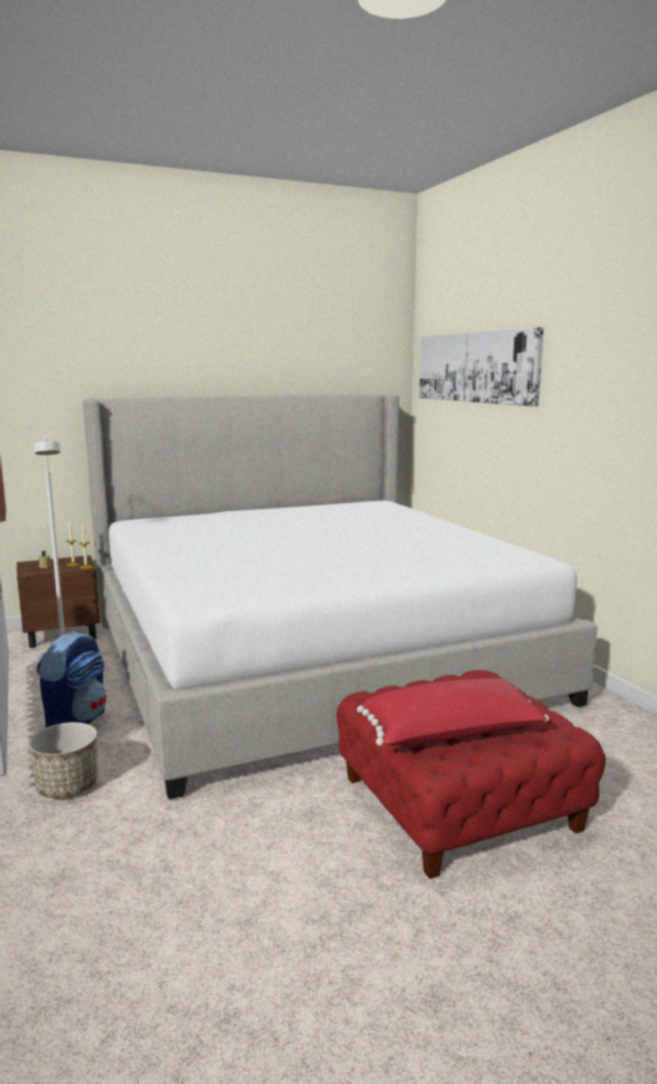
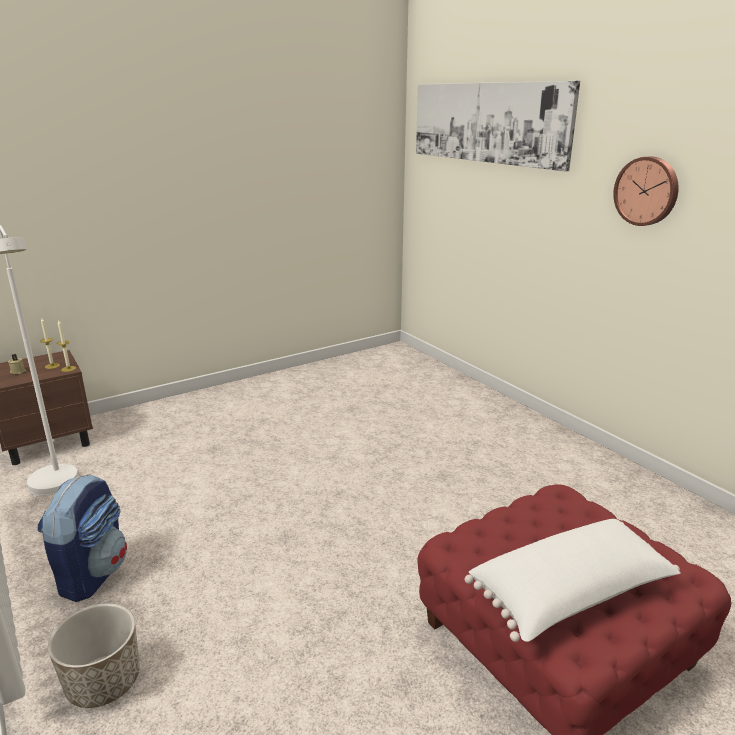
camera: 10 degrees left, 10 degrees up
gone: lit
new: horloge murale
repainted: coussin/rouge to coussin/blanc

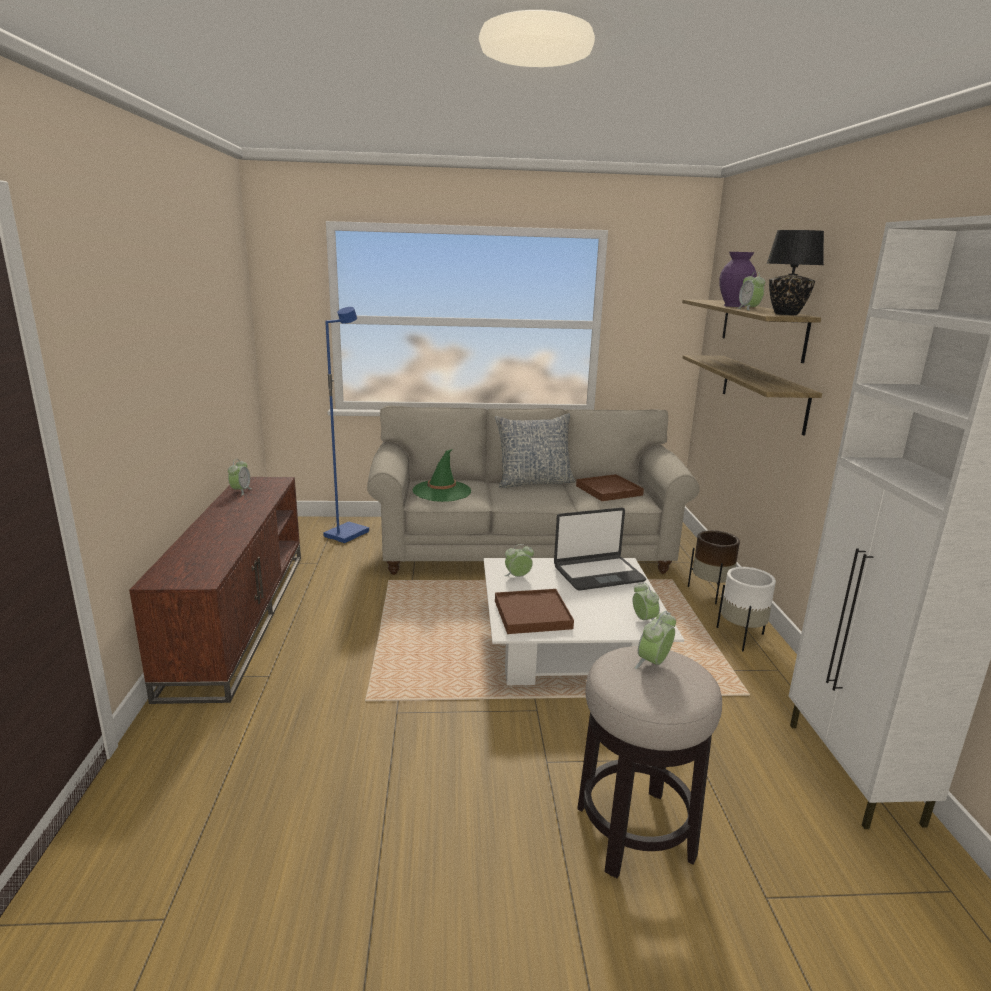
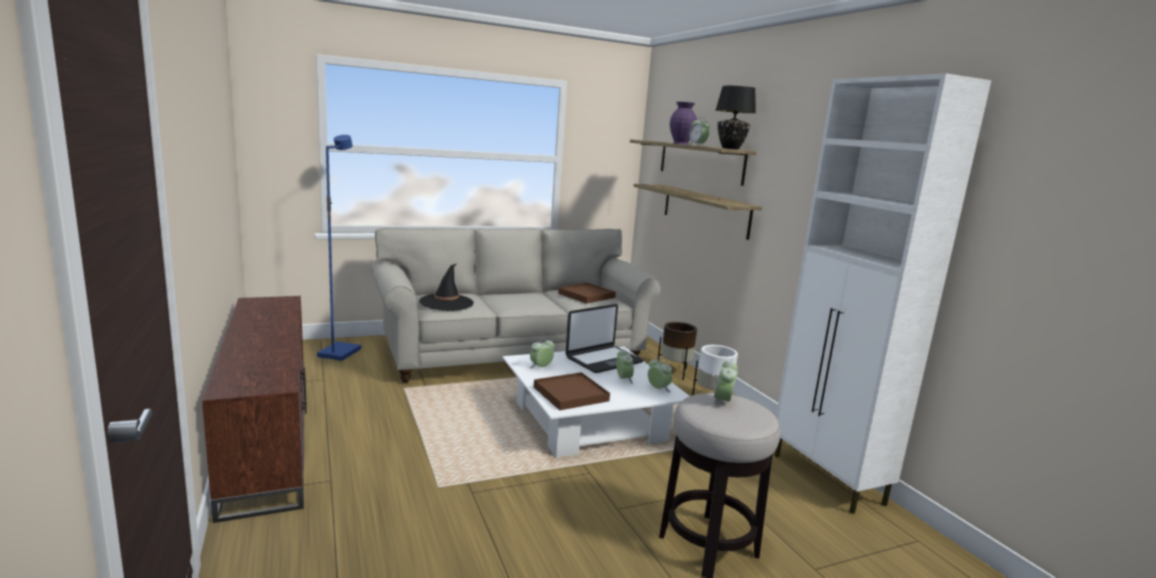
camera: 20 degrees left, 5 degrees down
gone: coussin
shifted: réveil (no. 1 from left in the first image) to réveil (no. 2 from left)
repainted: chapeau/vert to chapeau/noir

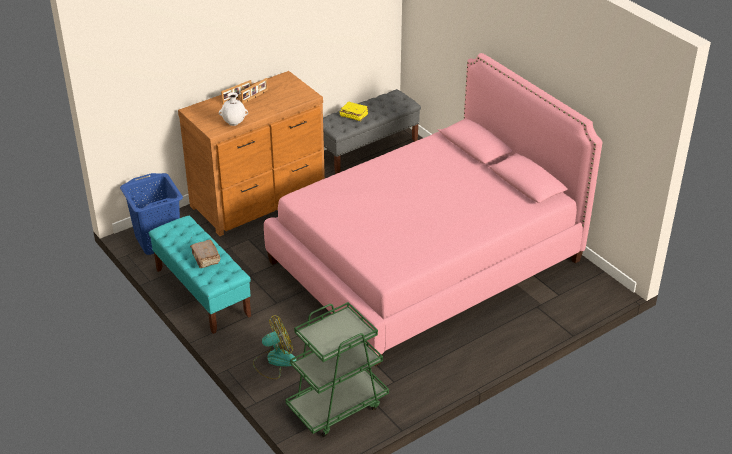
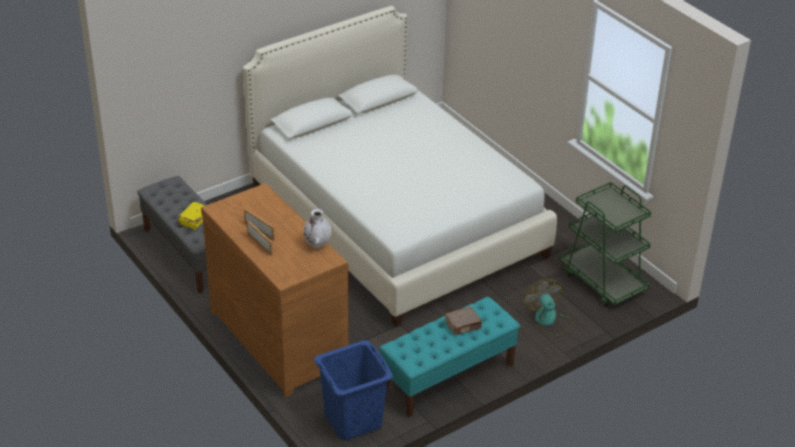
camera: 90 degrees left, 0 degrees up
repainted: lit/rose to lit/blanc

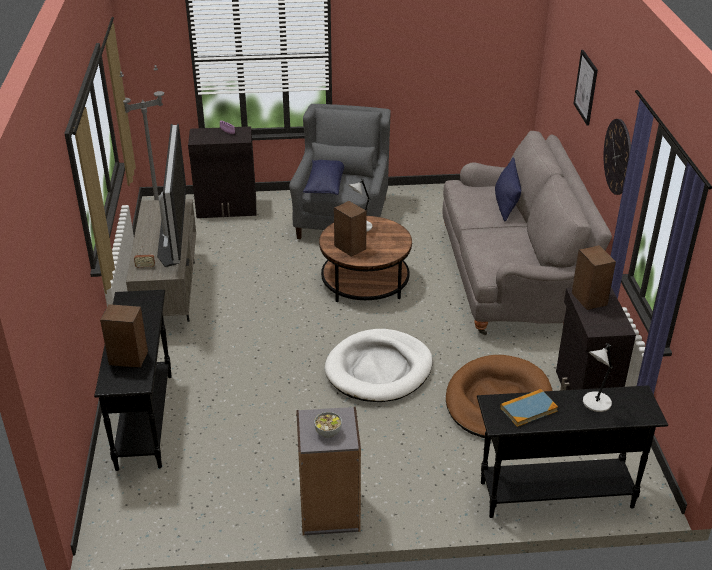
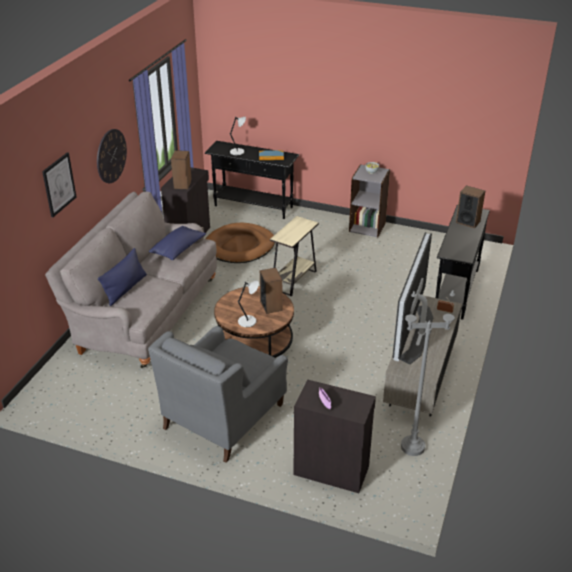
camera: 155 degrees left, 0 degrees up
shifted: coussin/bleu (no. 1 from left in the first image) to coussin/bleu (no. 2 from left)
swapped: panier pour chien/blanc to table d'appoint/beige

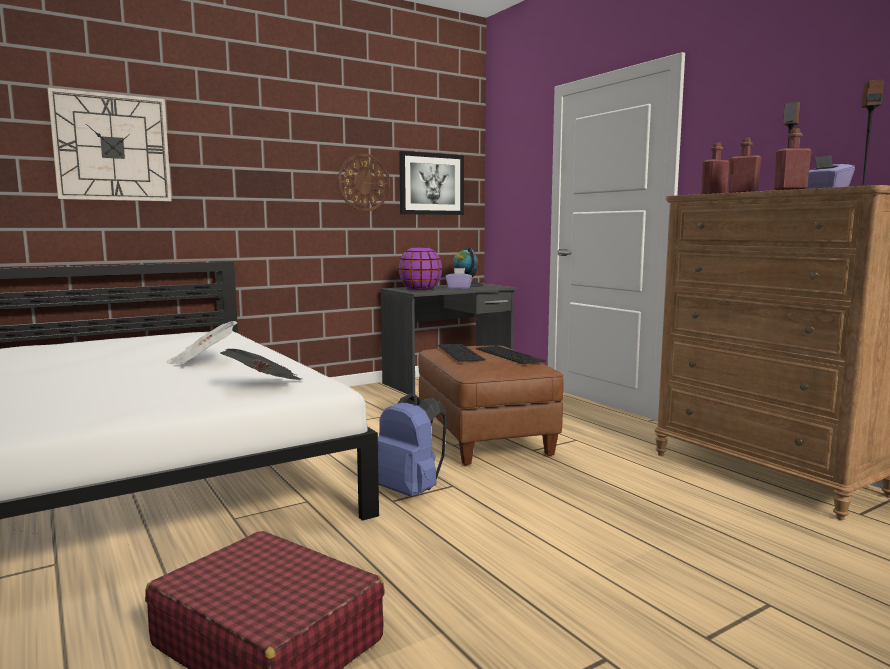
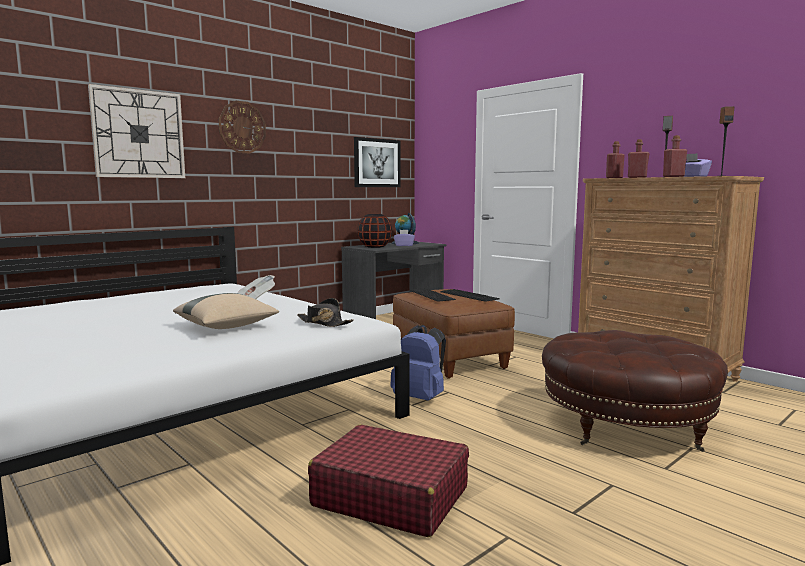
camera: 10 degrees left, 0 degrees up
new: coussin/beige; pouf/marron (no. 2 from left)
shifted: horloge murale (no. 2 from left)
swapped: journal (no. 2 from left) to chapeau/noir
repainted: vase/violet to vase/noir

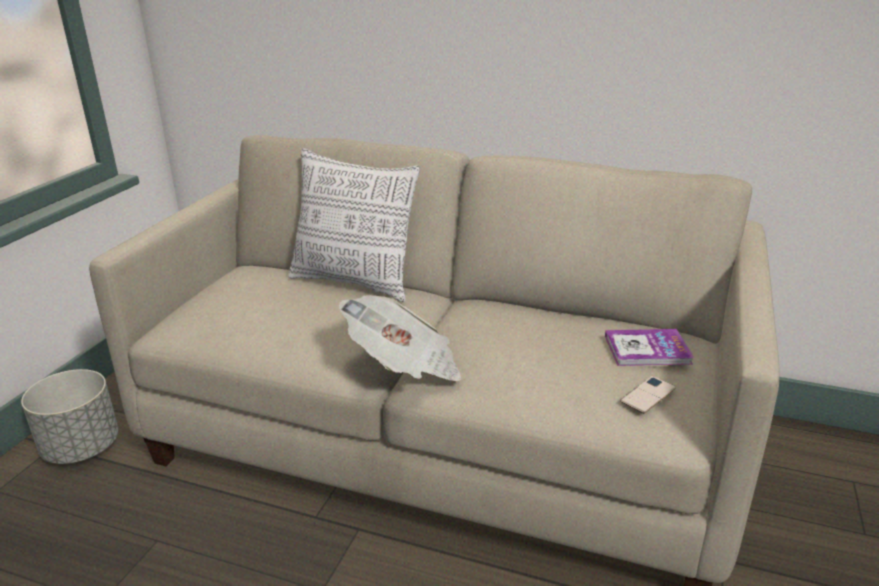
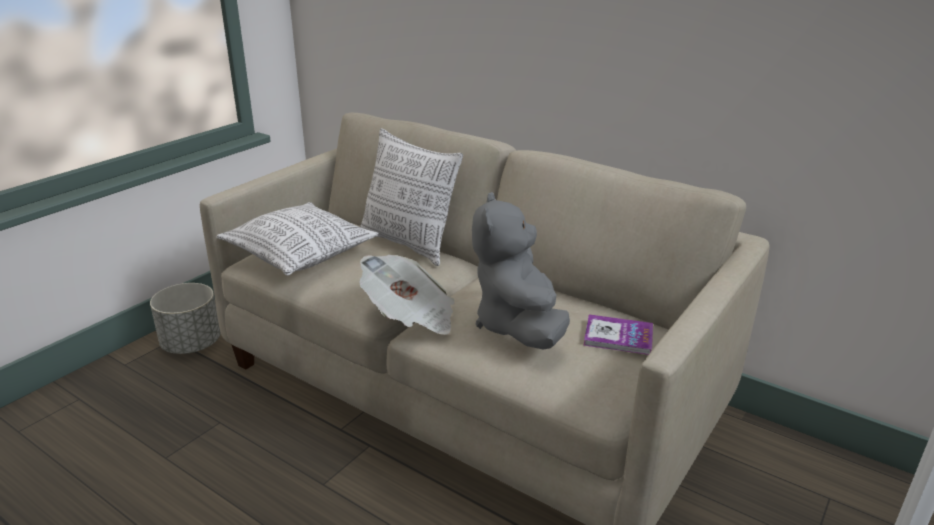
camera: 15 degrees right, 0 degrees up
gone: téléphone
new: coussin (no. 1 from left); peluche/gris

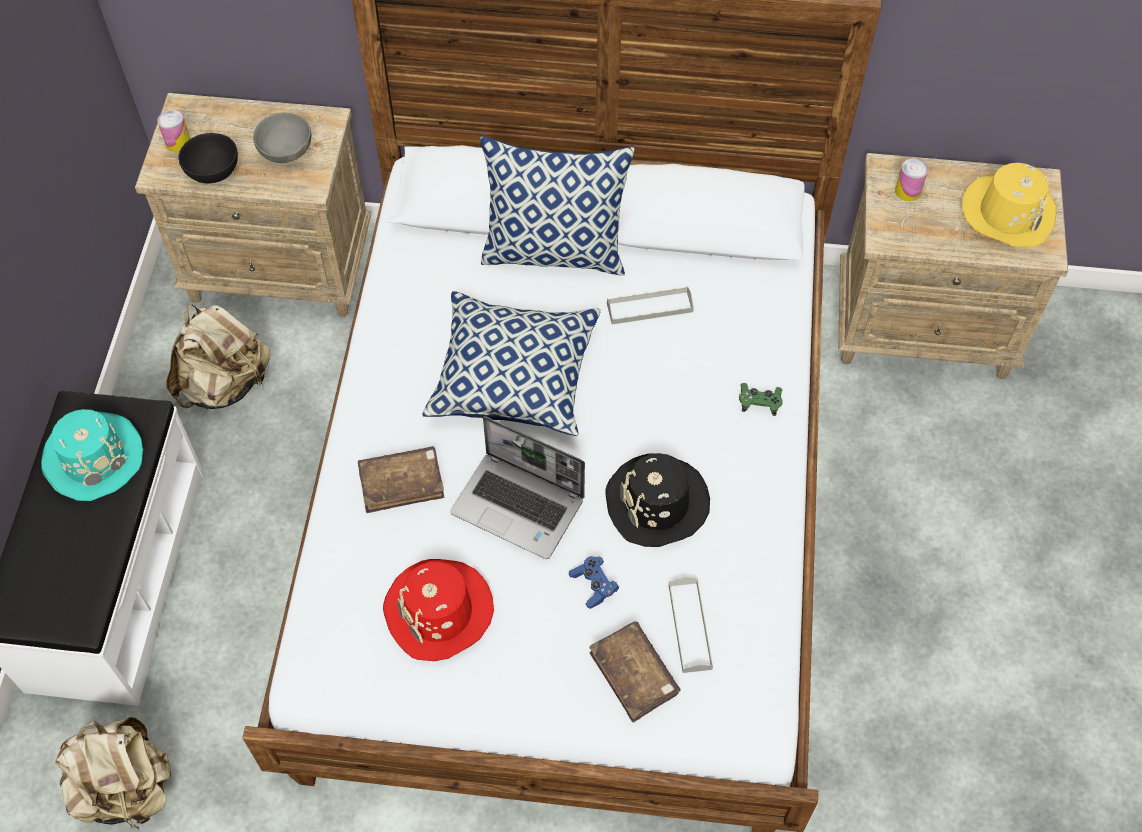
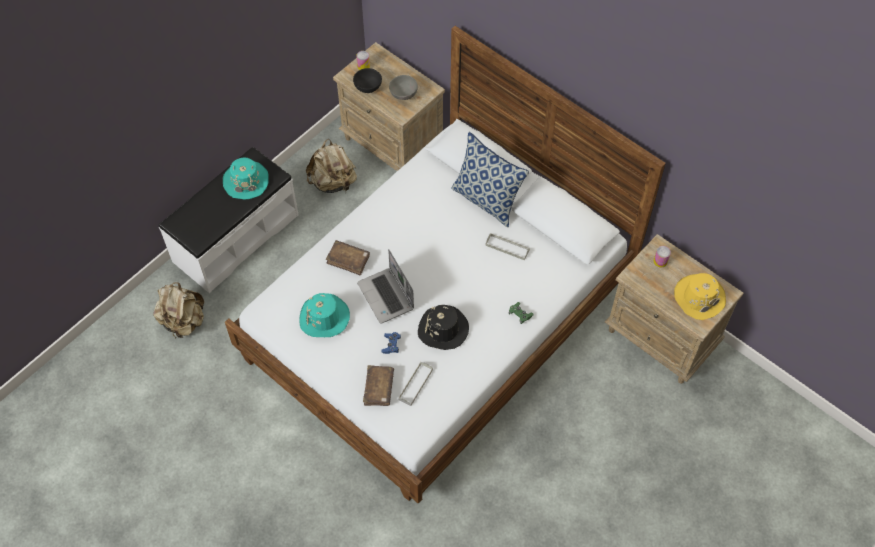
camera: 35 degrees right, 0 degrees up
gone: coussin (no. 1 from left)
repainted: chapeau/rouge to chapeau/turquoise (no. 2 from left)

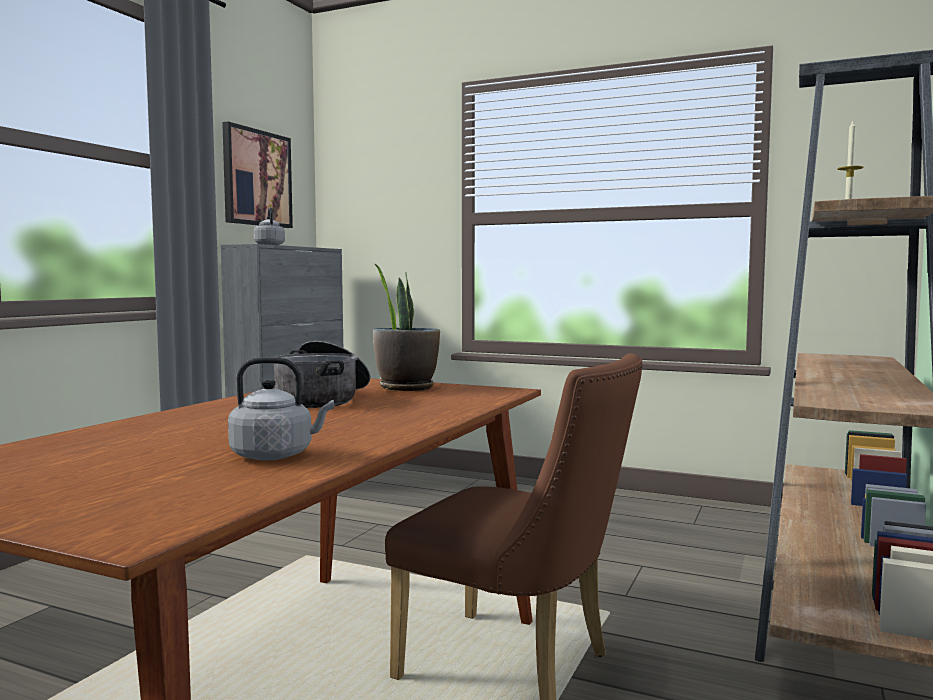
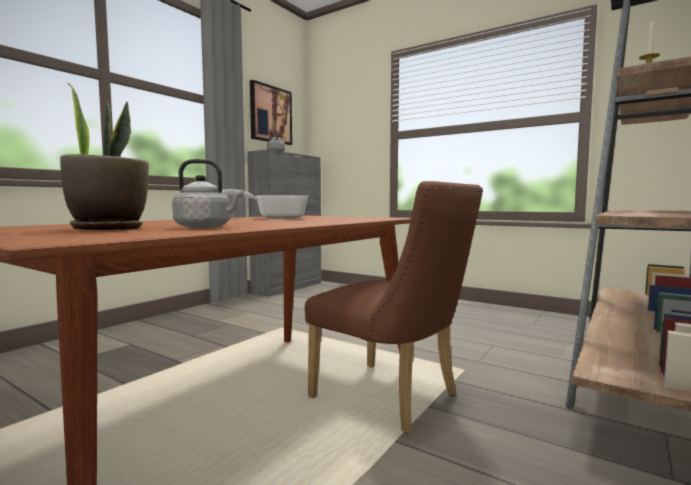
camera: 10 degrees right, 0 degrees up
shifted: plante en pot
swapped: marmite to poêle

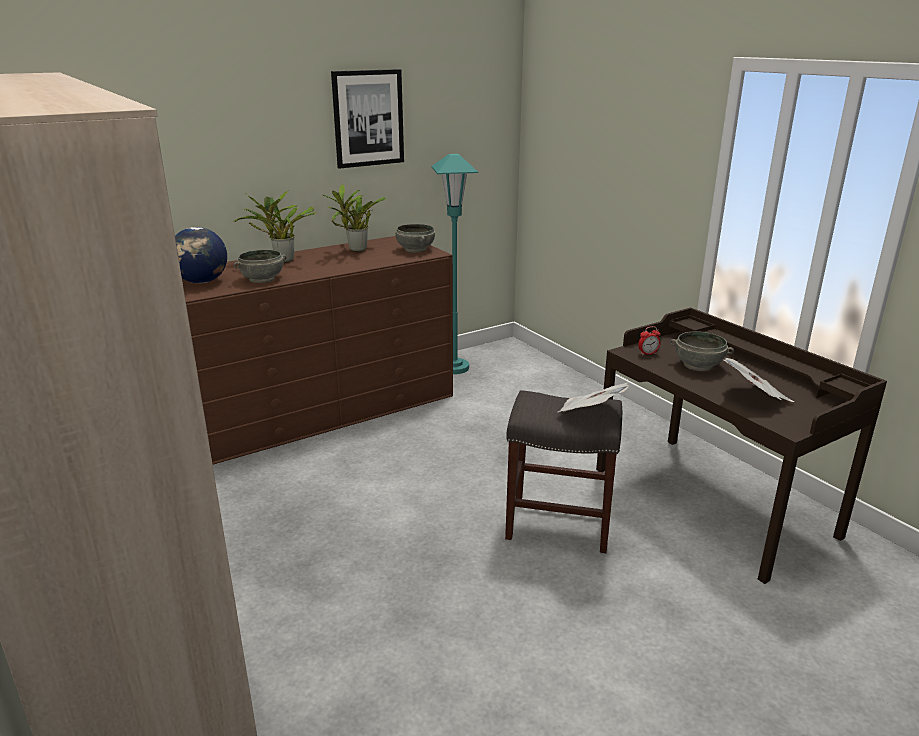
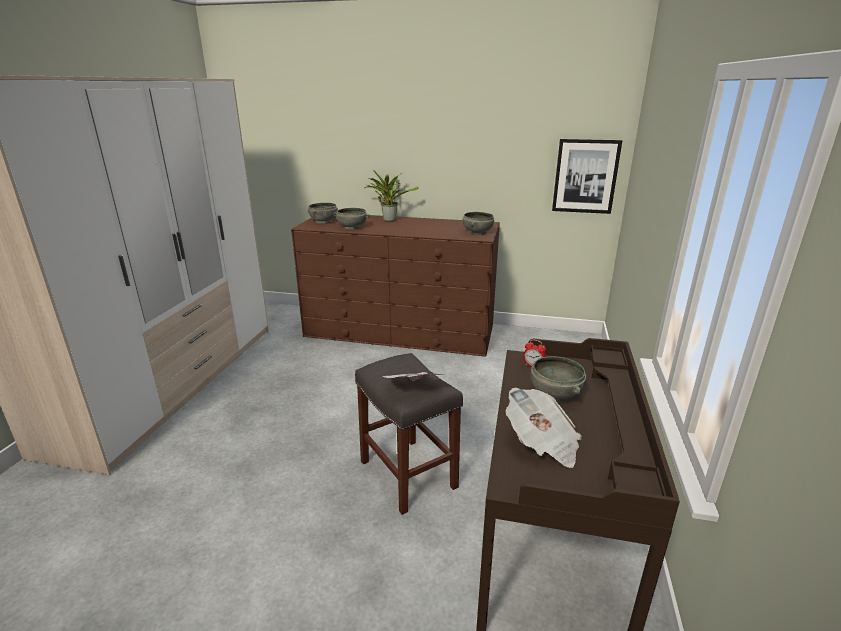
camera: 45 degrees right, 0 degrees up
gone: plante en pot (no. 2 from left); lampadaire/turquoise
shifted: tableau
swapped: globe to bol/gris (no. 1 from left)

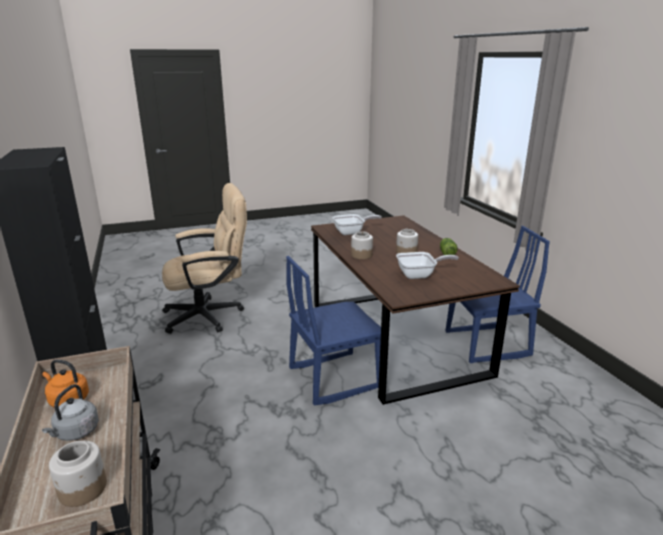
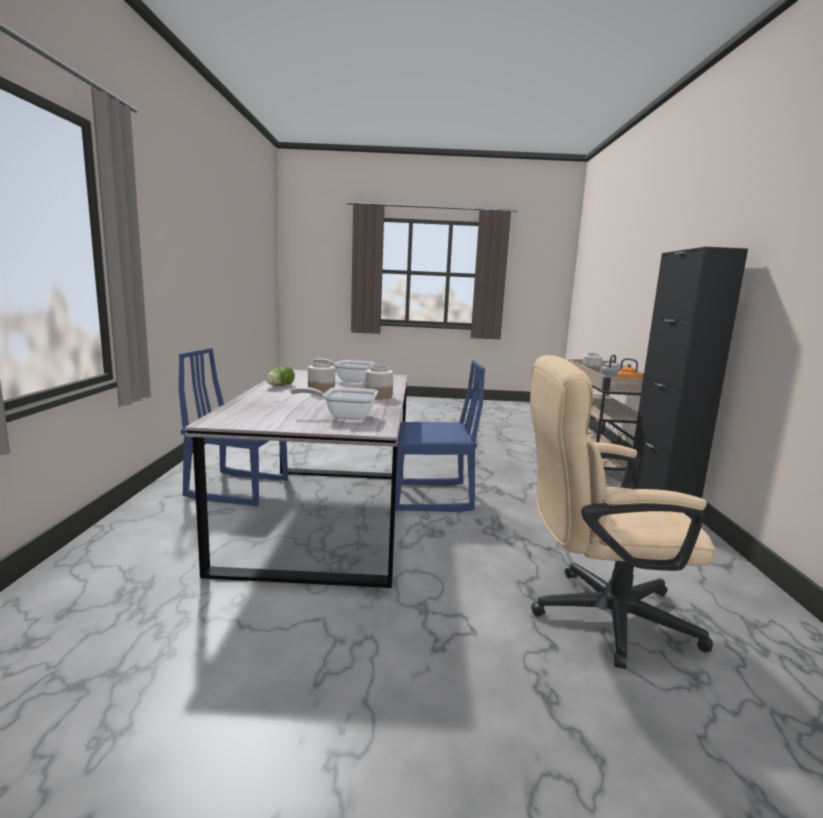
camera: 160 degrees left, 10 degrees down
repainted: table à manger/marron to table à manger/gris

